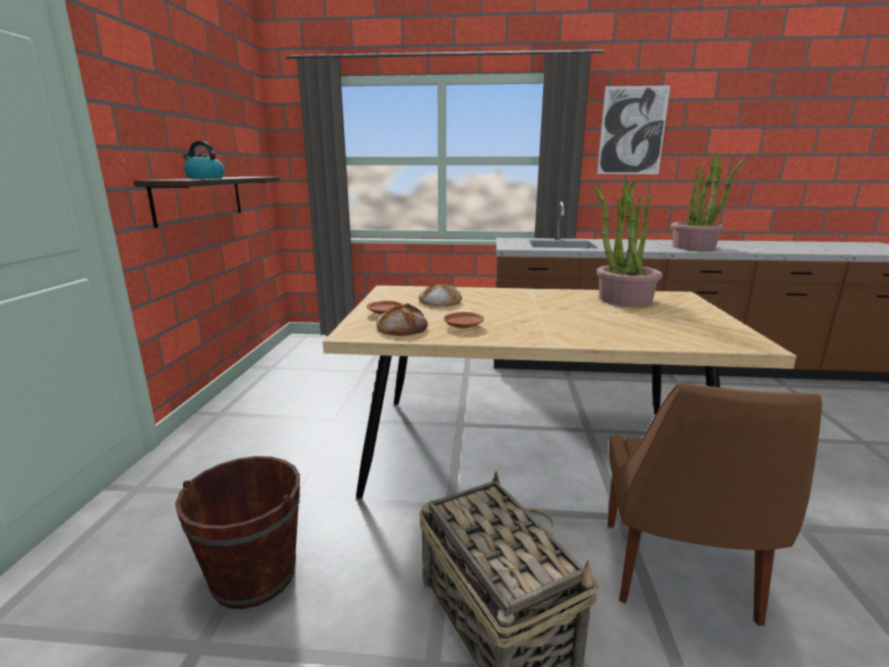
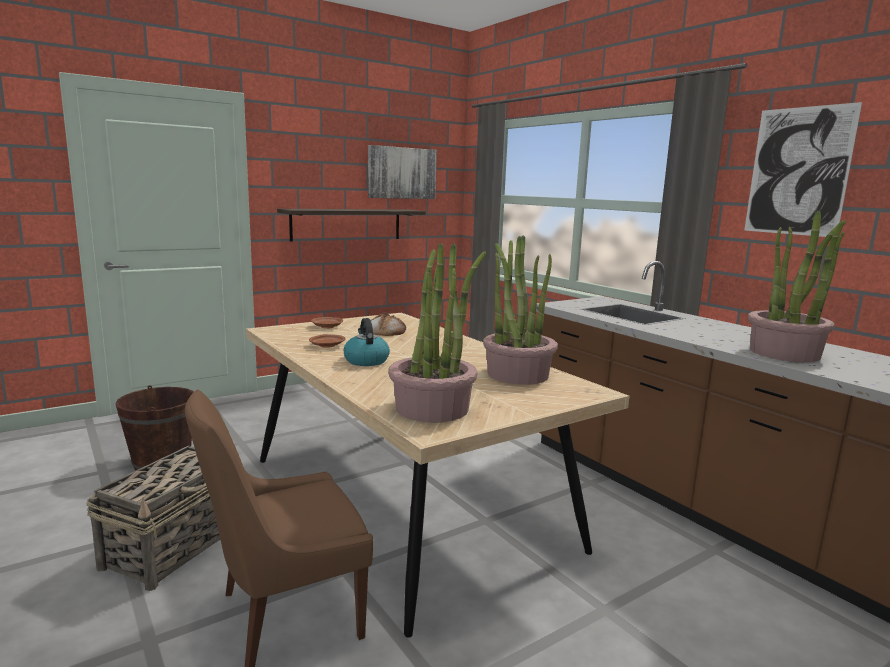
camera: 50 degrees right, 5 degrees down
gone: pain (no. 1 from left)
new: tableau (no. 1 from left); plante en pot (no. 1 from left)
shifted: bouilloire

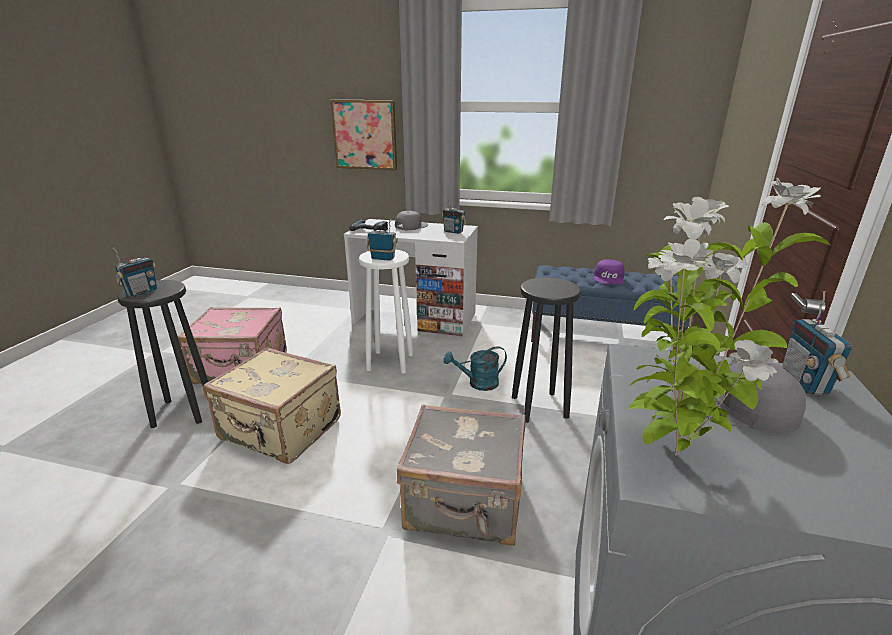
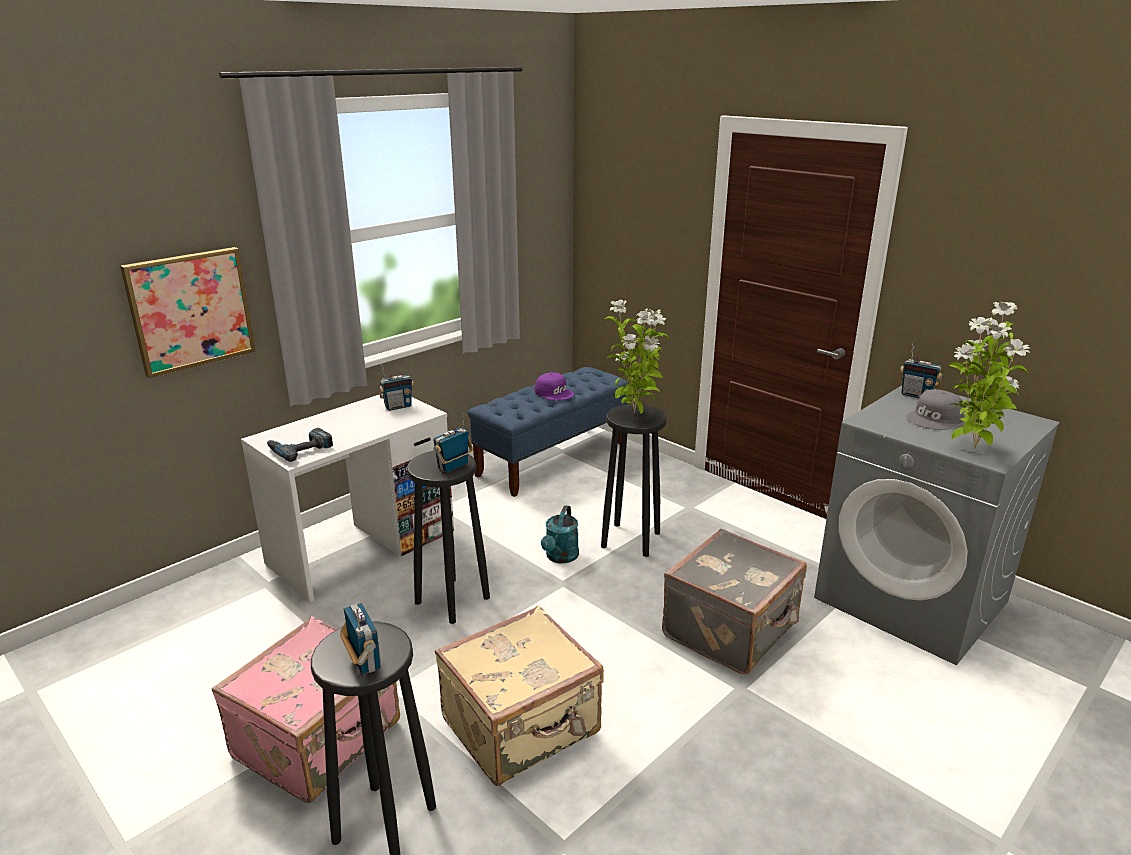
camera: 60 degrees left, 0 degrees up
gone: casquette/gris (no. 1 from left)
new: plante en pot (no. 1 from left)
repainted: tabouret/blanc to tabouret/noir (no. 2 from left)

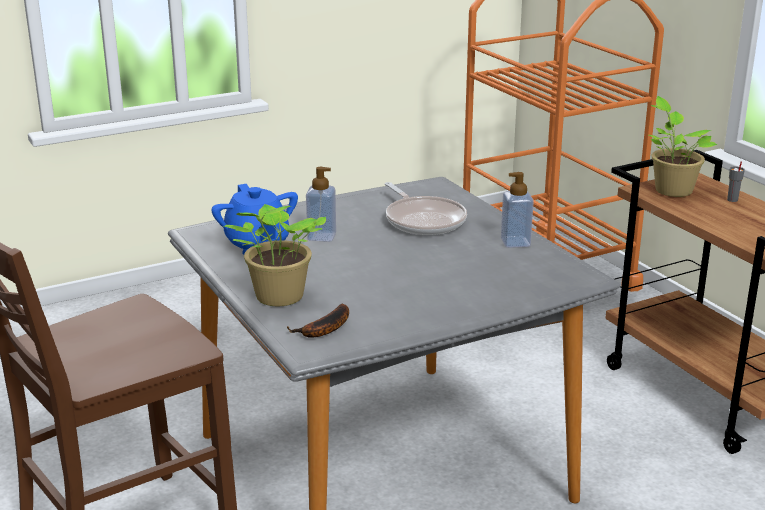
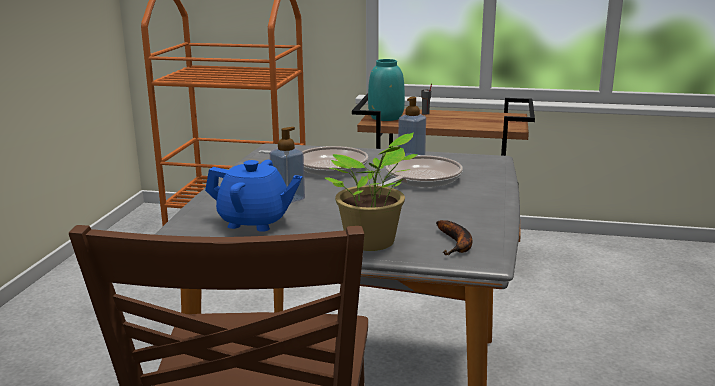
camera: 50 degrees left, 5 degrees down
new: poêle (no. 2 from left)
swapped: plante en pot (no. 2 from left) to vase/turquoise

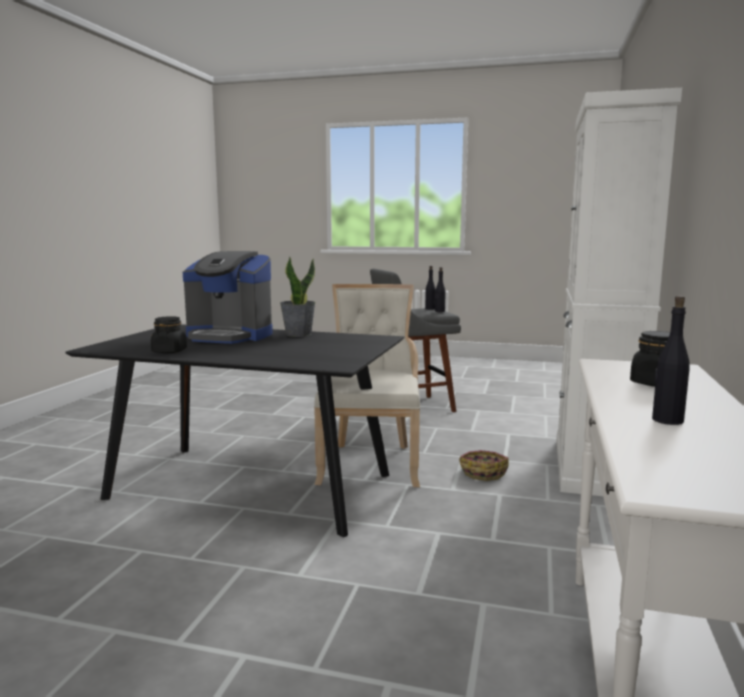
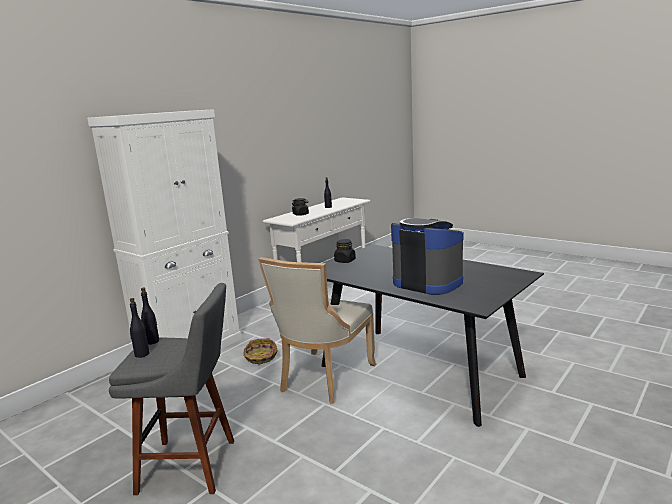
camera: 155 degrees left, 5 degrees up
gone: plante en pot
shifted: bocal/noir (no. 1 from left in the first image) to bocal/noir (no. 2 from left)

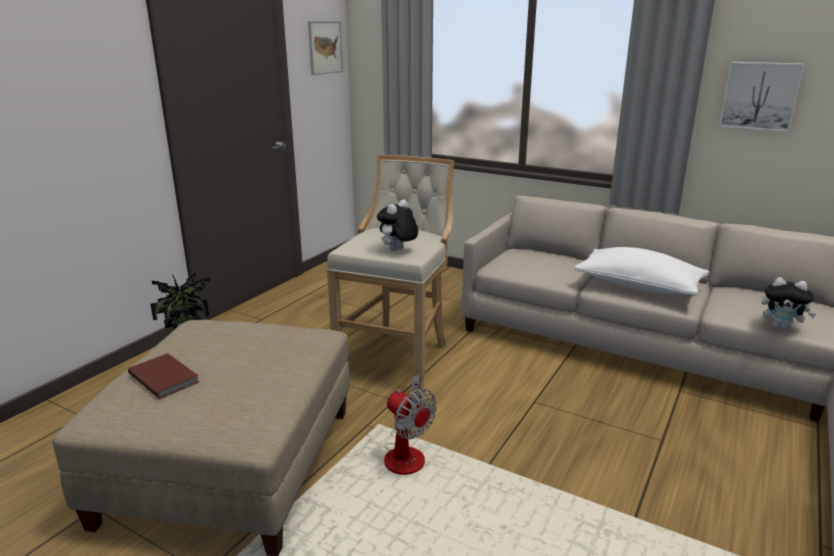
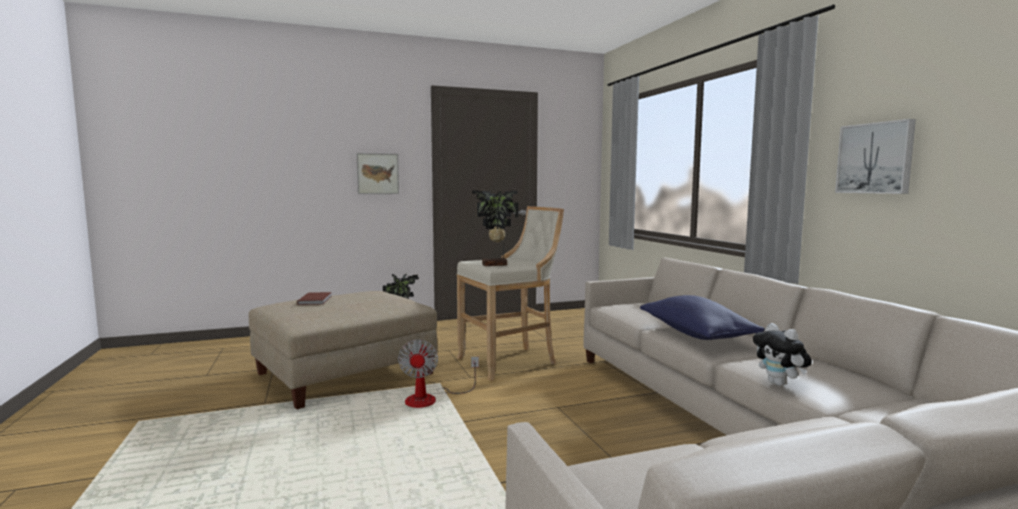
camera: 40 degrees right, 15 degrees down
shifted: tableau (no. 1 from left)
swapped: peluche (no. 1 from left) to plante en pot (no. 2 from left)
repainted: coussin/blanc to coussin/bleu

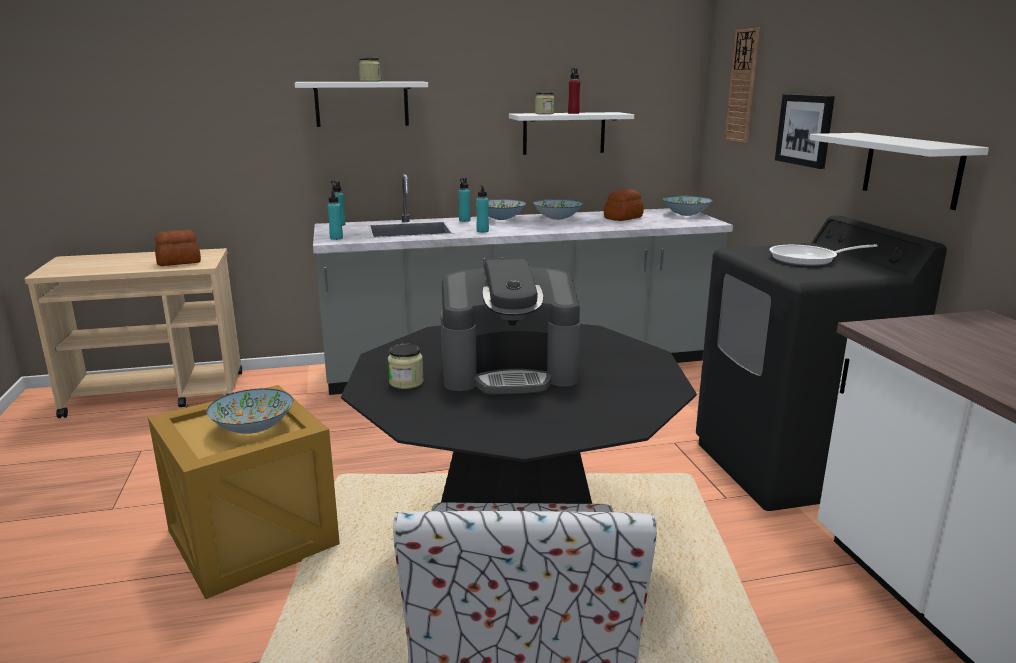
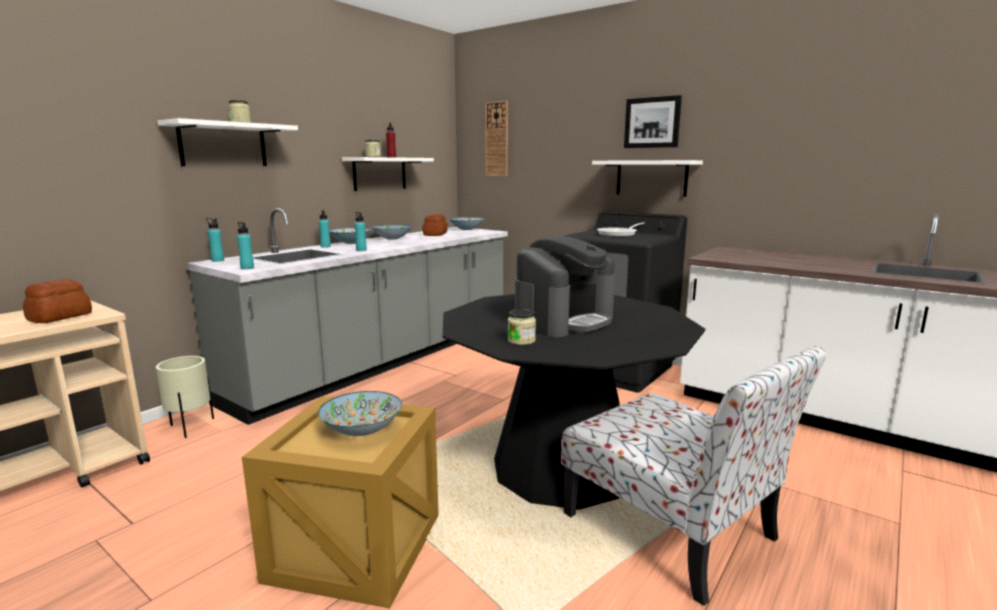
camera: 40 degrees left, 5 degrees down
new: cache-pot/beige
shifted: tableau

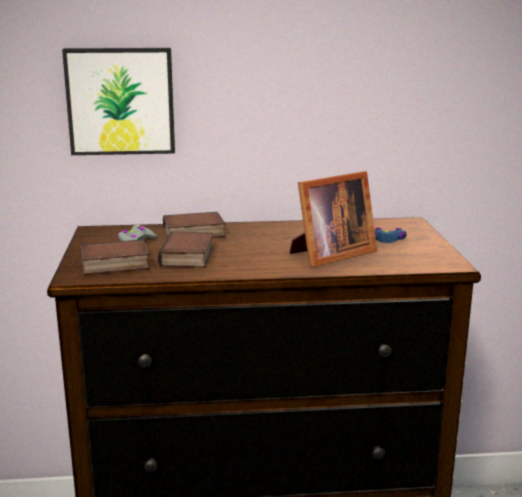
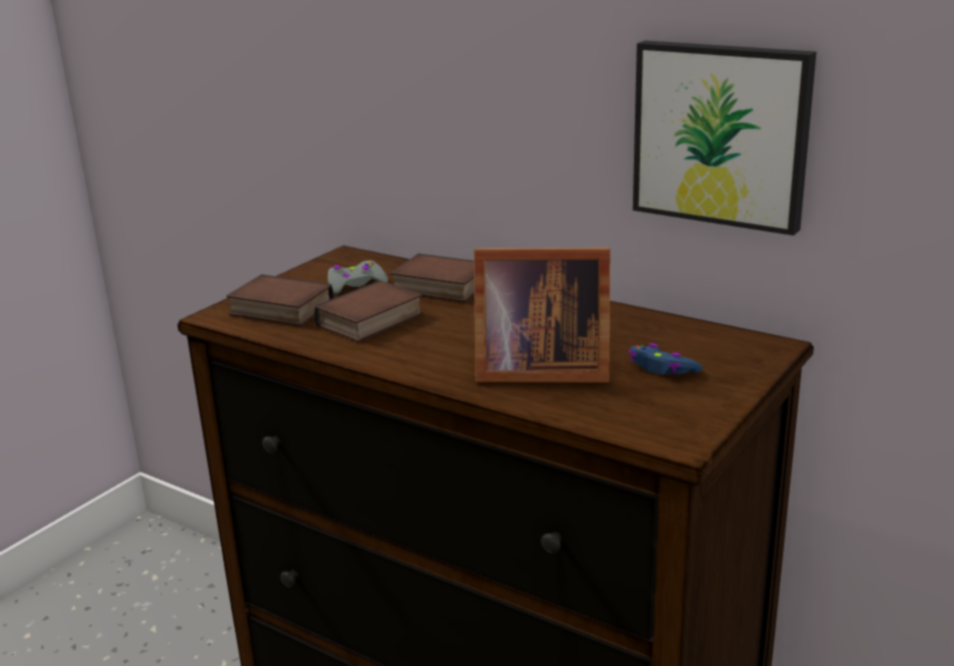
camera: 40 degrees right, 5 degrees up
shifted: tableau

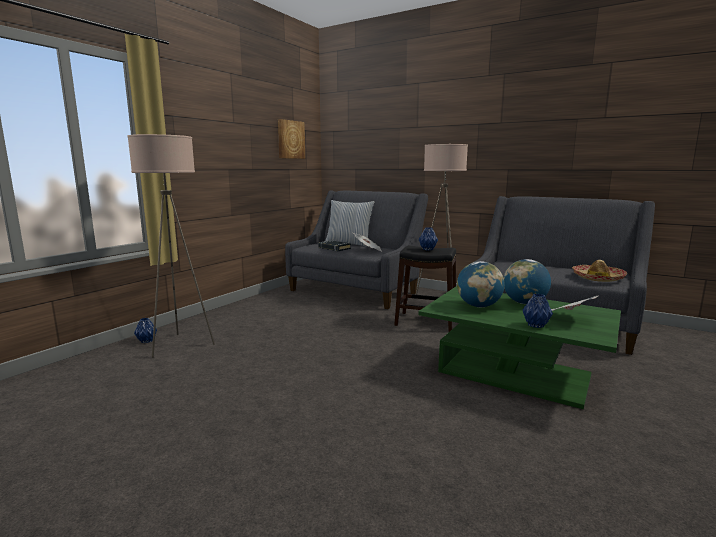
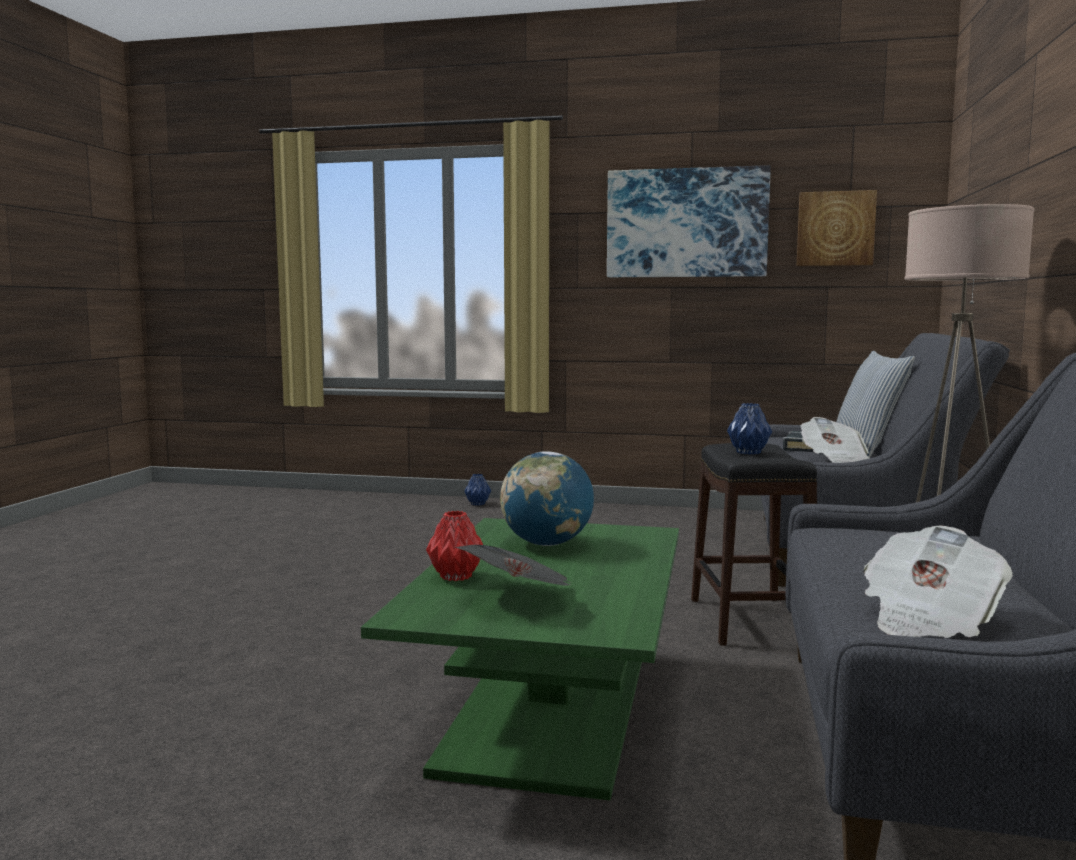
camera: 70 degrees right, 5 degrees down
gone: lampadaire/beige (no. 1 from left); globe (no. 2 from left)
new: tableau (no. 1 from left)
swapped: chapeau to journal (no. 3 from left)
repainted: vase/bleu (no. 3 from left) to vase/rouge

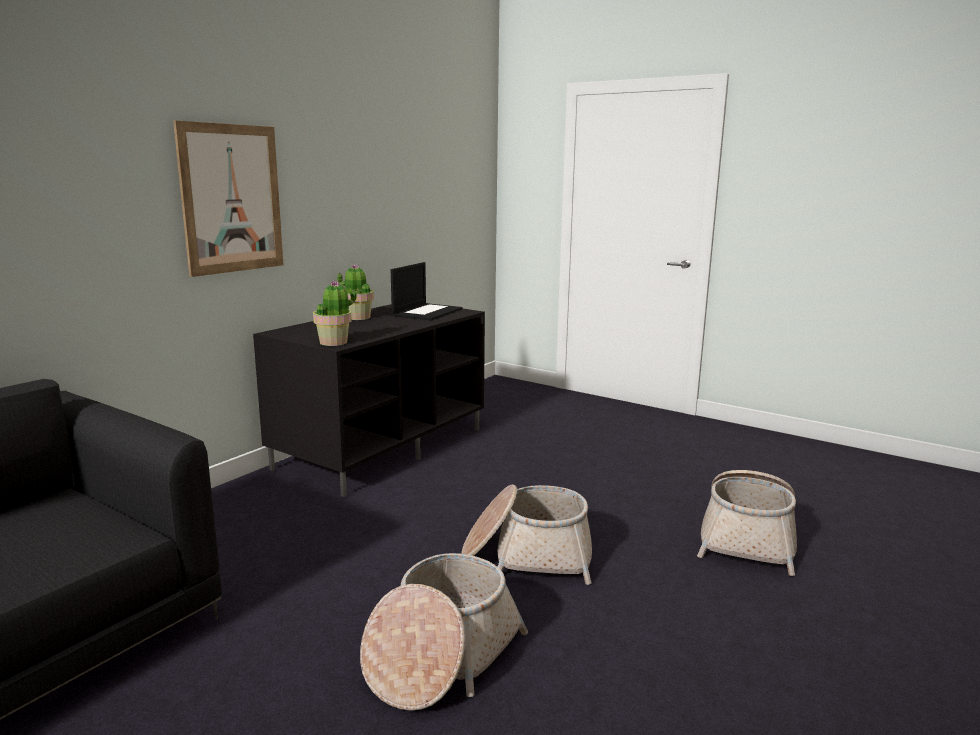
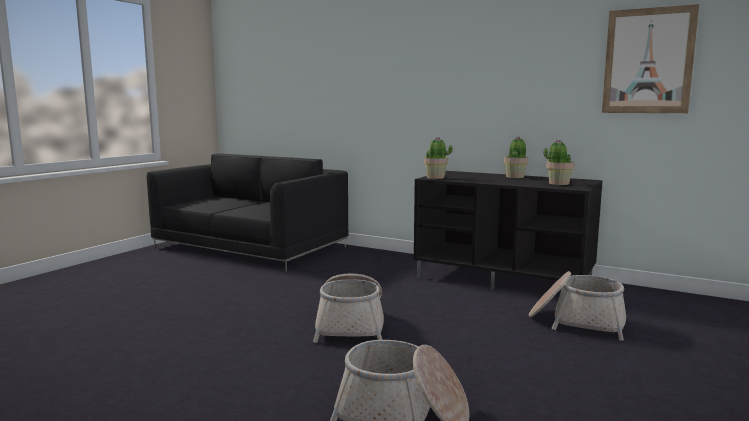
camera: 85 degrees right, 5 degrees down
shifted: tableau; panier (no. 1 from left in the first image) to panier (no. 3 from left)
swapped: ordinateur portable to plante en pot (no. 3 from left)

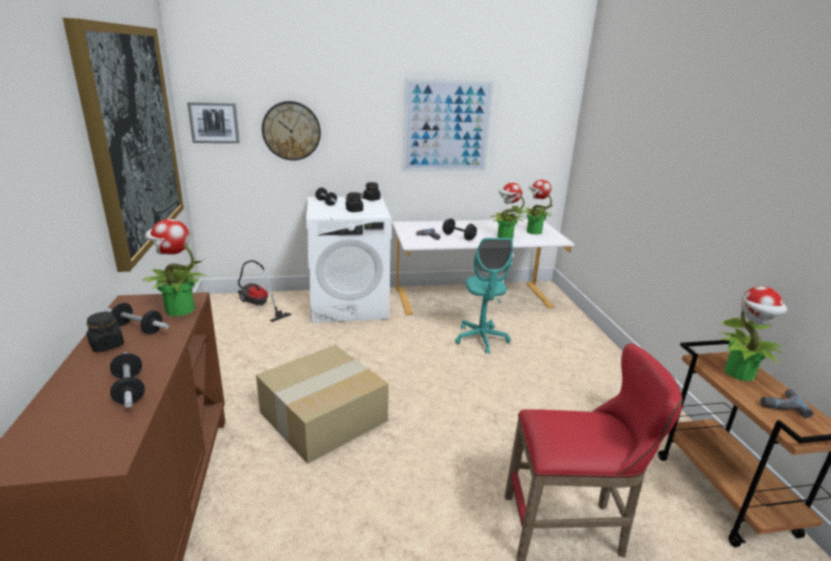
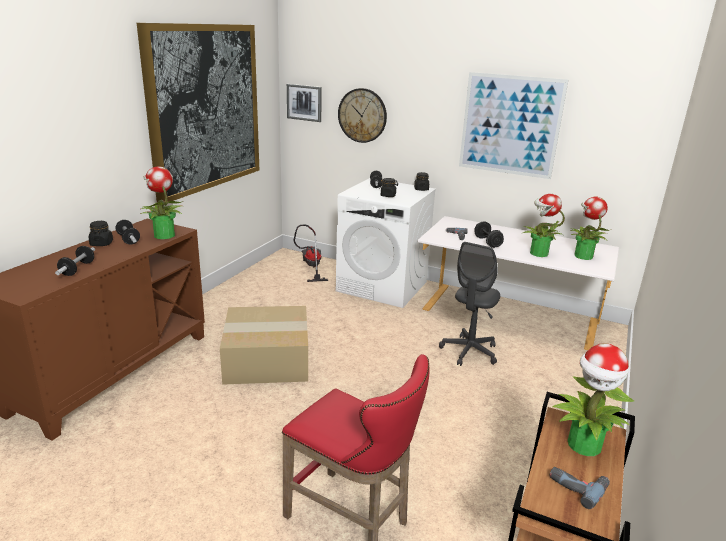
camera: 35 degrees right, 0 degrees up
repainted: chaise de bureau/turquoise to chaise de bureau/gris

